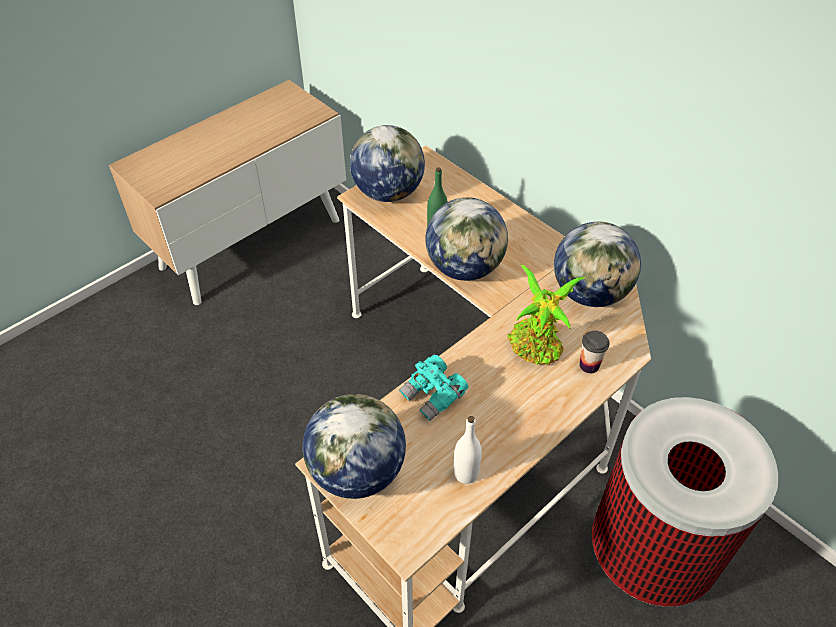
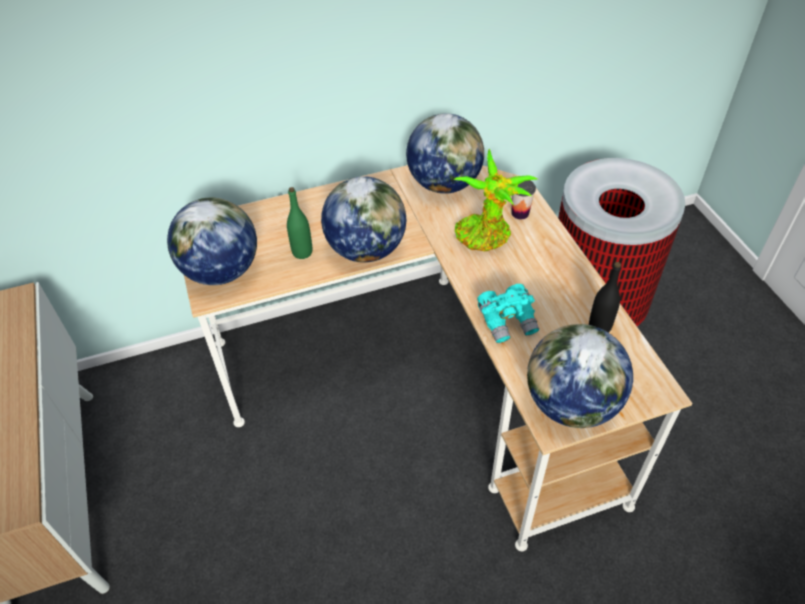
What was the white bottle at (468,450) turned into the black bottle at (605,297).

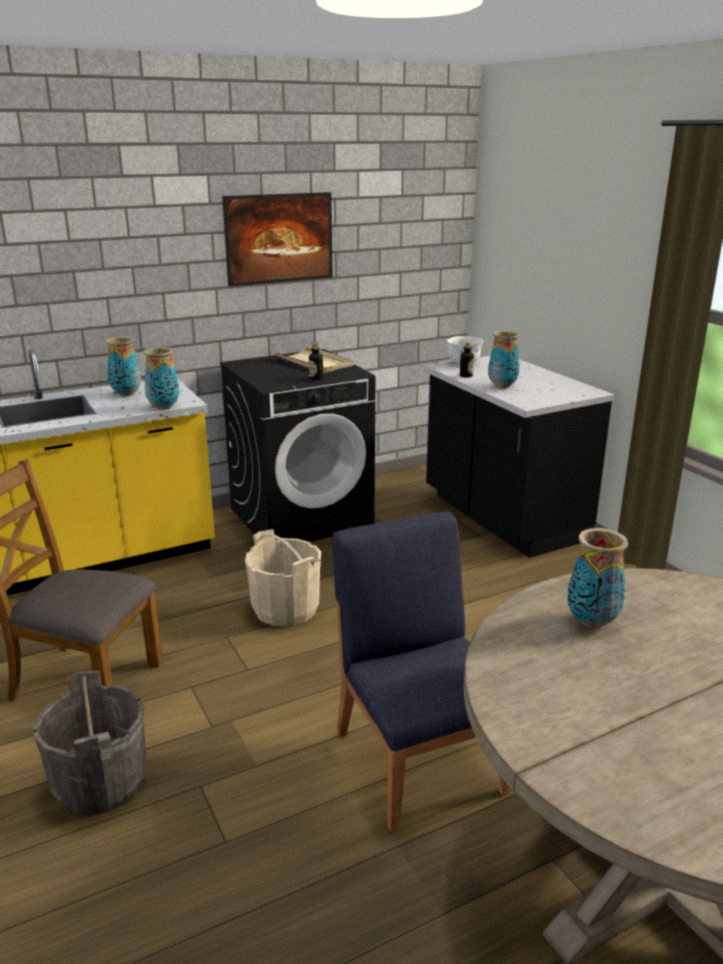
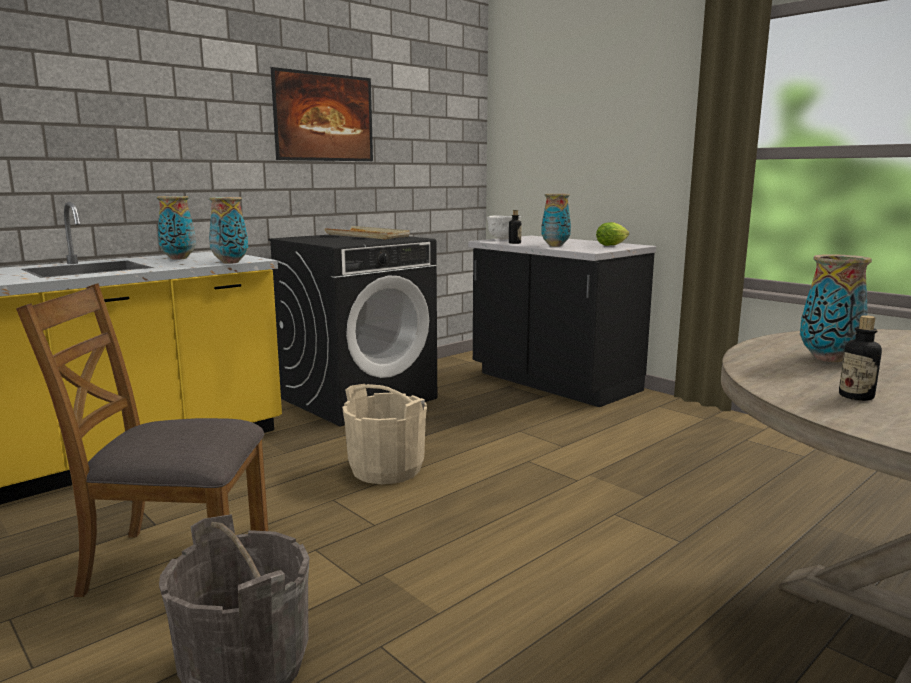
The bottle ended up elsewhere, having gone from (316,361) to (860,358). The second view lost the blue chair at (421,671). The second view gained the lettuce at (612,234).

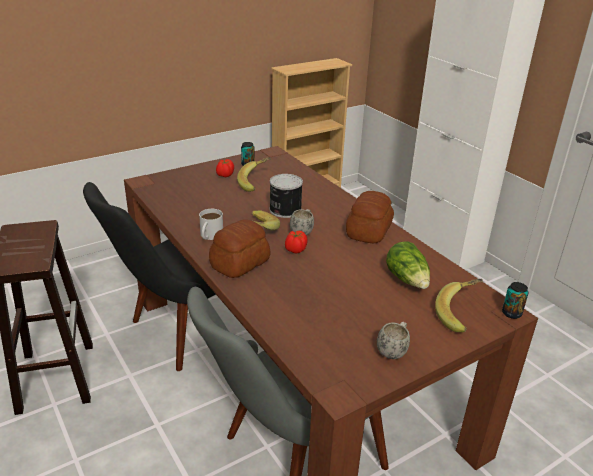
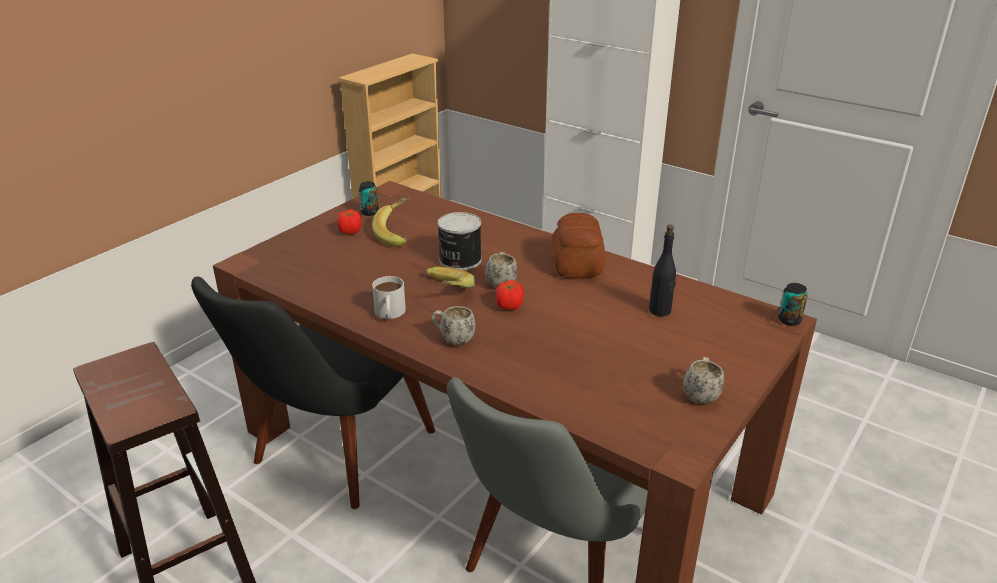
Where the bread stood at (240,248), the white mug came to stand at (453,325). Where the lettuce stood at (408,265), the black bottle came to stand at (662,270). The second view lost the banana at (459,305).

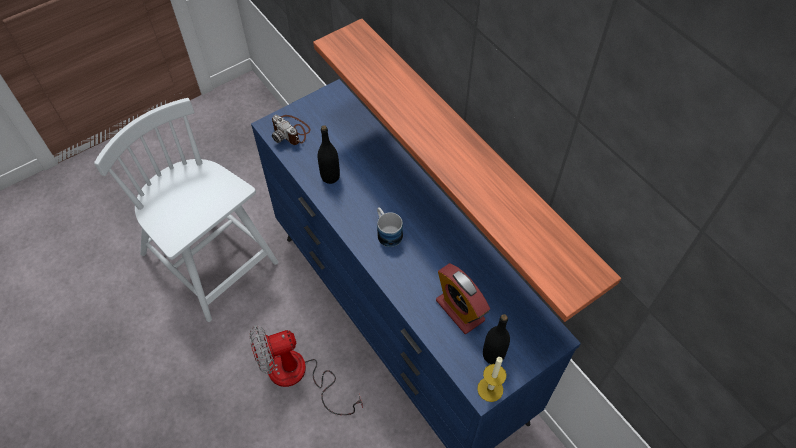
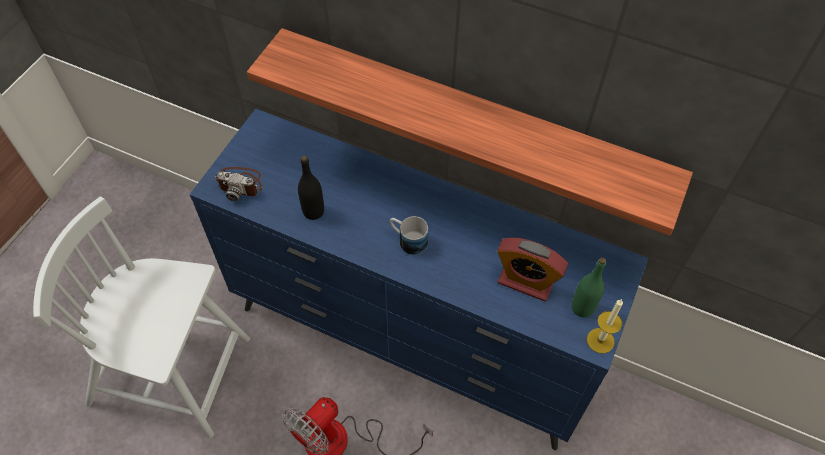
What was the black bottle at (496,339) turned into the green bottle at (589,287).

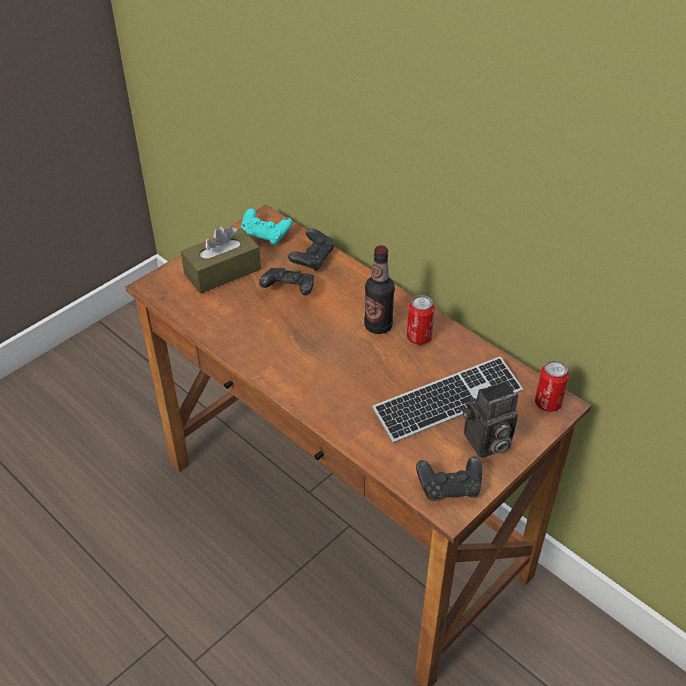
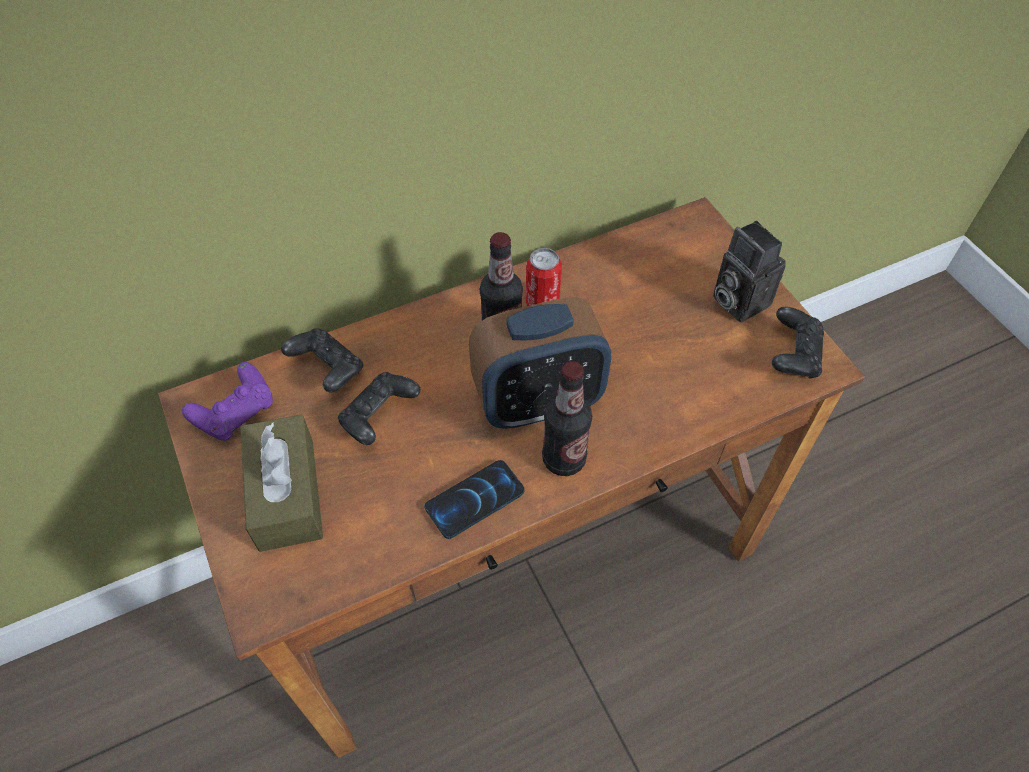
What was the turquoise game controller at (266,227) turned into the purple game controller at (227,401). The second view lost the keyboard at (447,400). The photo camera at (490,419) ended up facing another way, 150 degrees clockwise from before. The second view lost the can at (552,386). The second view gained the phone at (474,499). The second view gained the alarm clock at (540,363). The second view gained the bottle at (567,418).

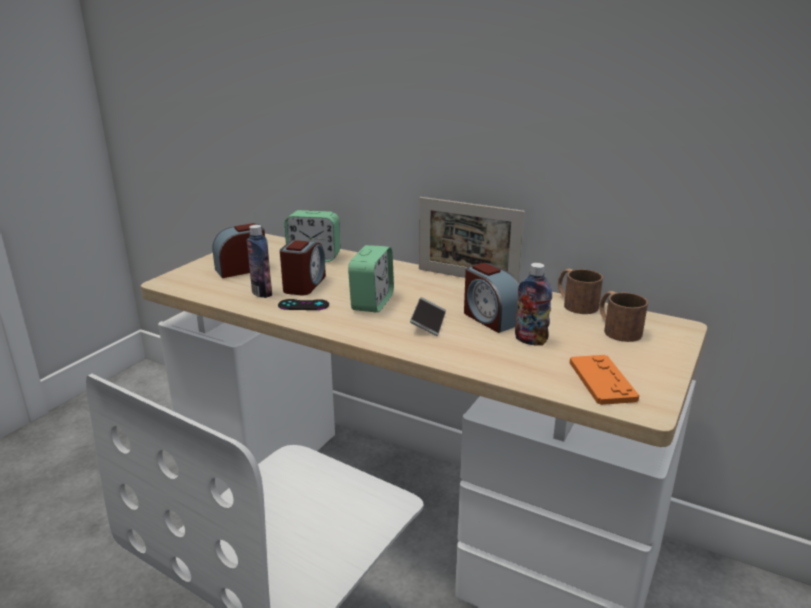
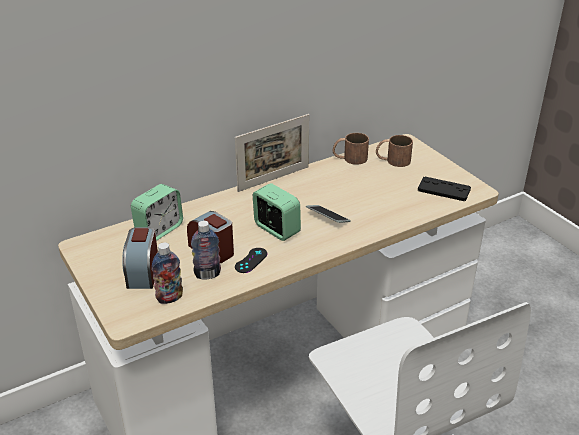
The second view lost the alarm clock at (492,298). The bottle ended up elsewhere, having gone from (533,304) to (167,273). What was the orange game controller at (604,380) turned into the black game controller at (444,189).

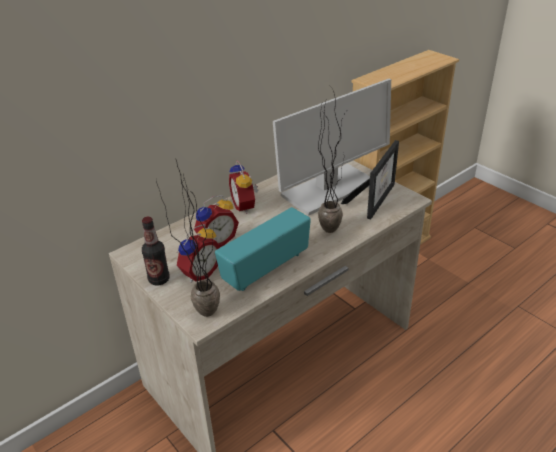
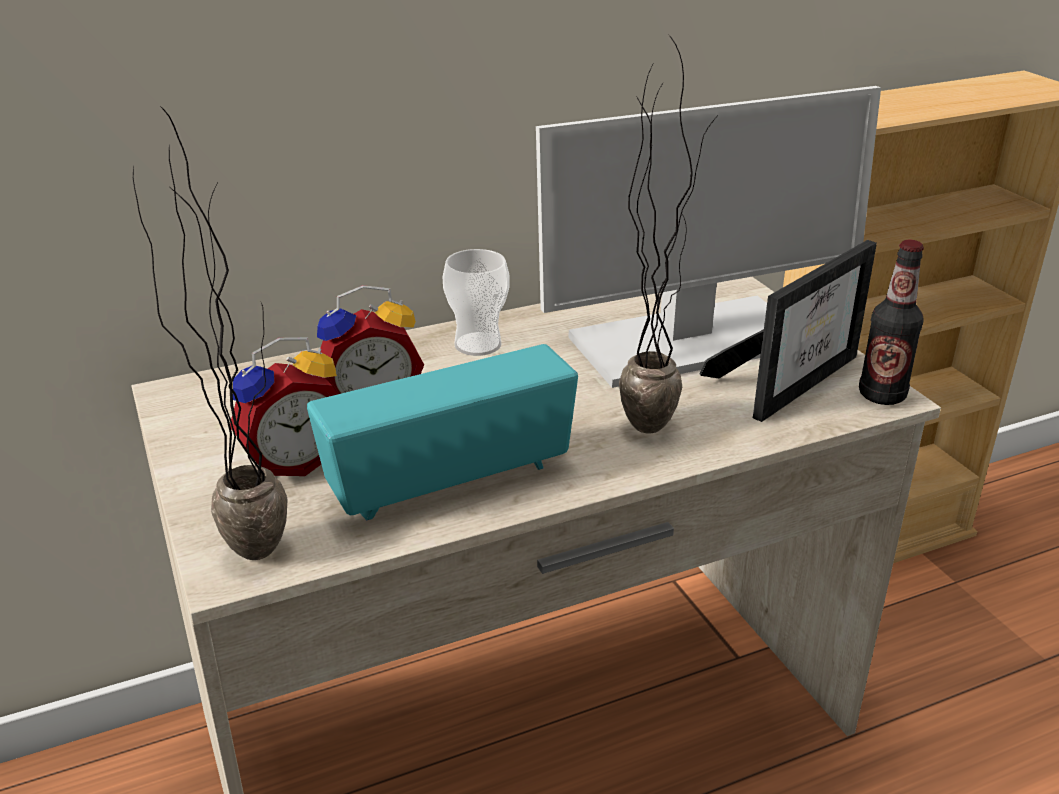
The bottle ended up elsewhere, having gone from (156,251) to (891,322). Where the alarm clock stood at (243,187), the cup came to stand at (476,302).

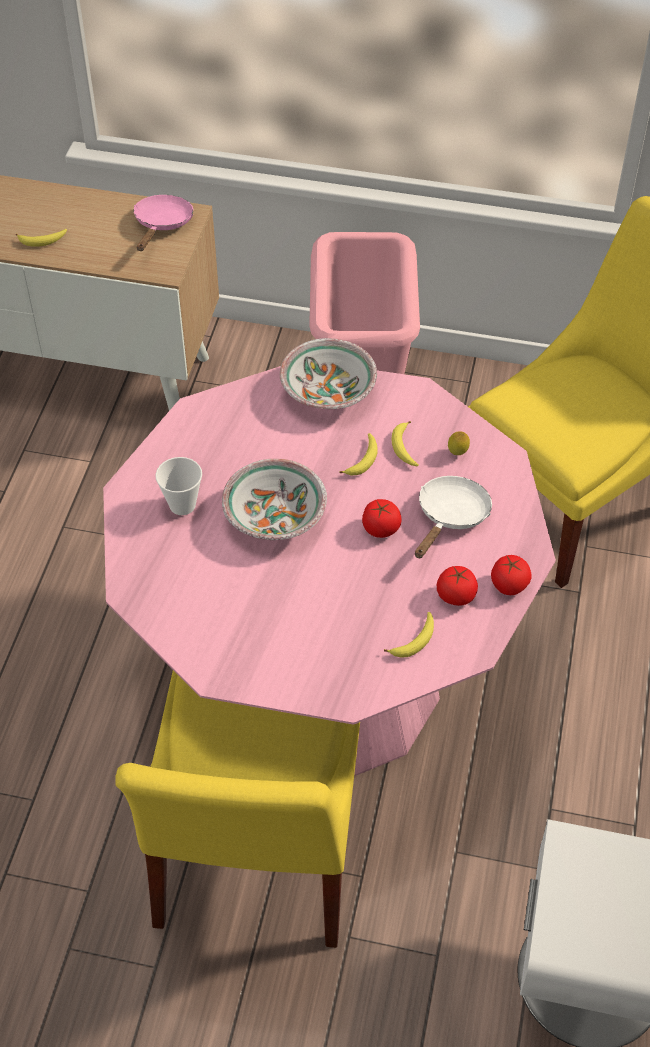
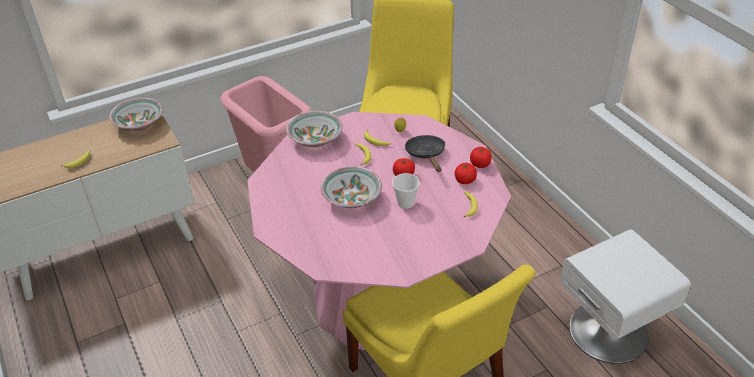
Where the pink frying pan stood at (163,223), the bowl came to stand at (136,114). The cup ended up elsewhere, having gone from (178,486) to (406,191). What was the white frying pan at (453,517) turned into the black frying pan at (425,153).

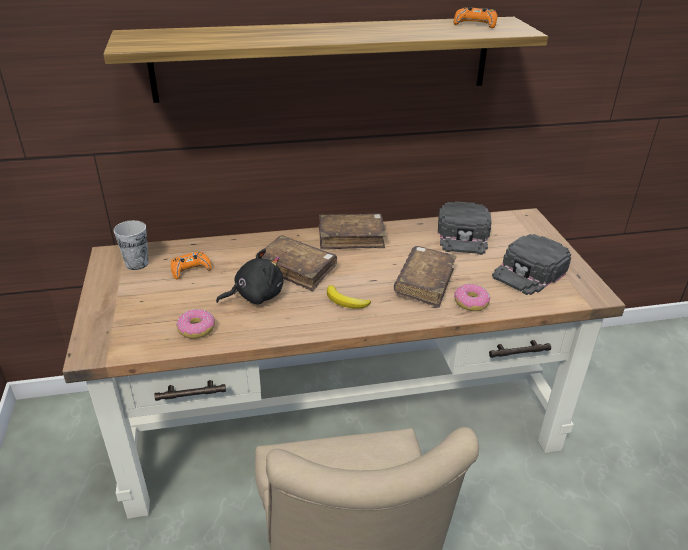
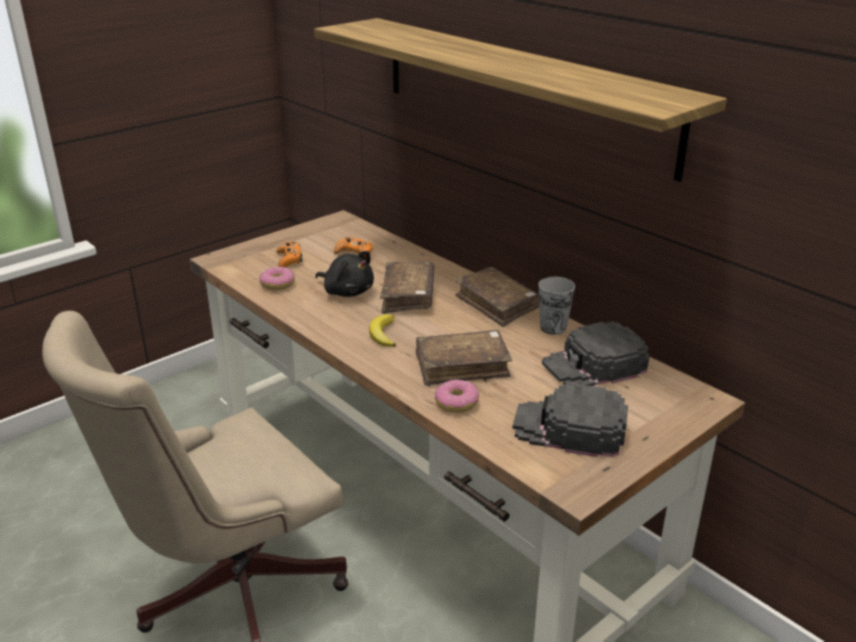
The cup ended up elsewhere, having gone from (131,245) to (557,306). The orange game controller ended up elsewhere, having gone from (475,17) to (289,254).

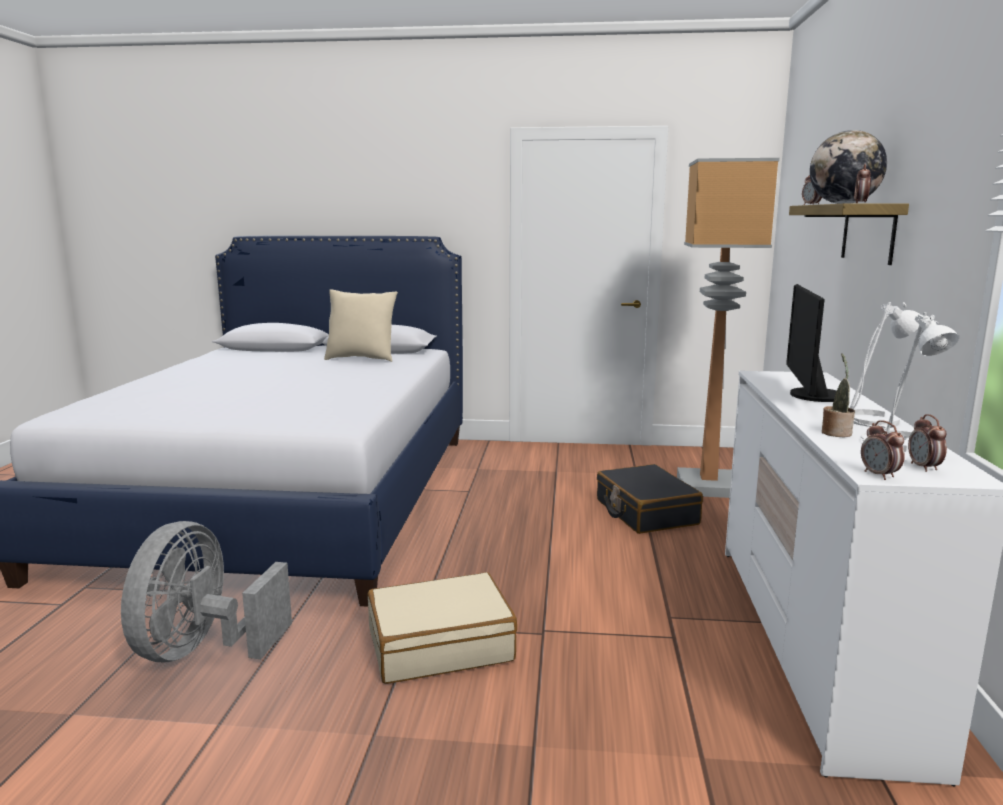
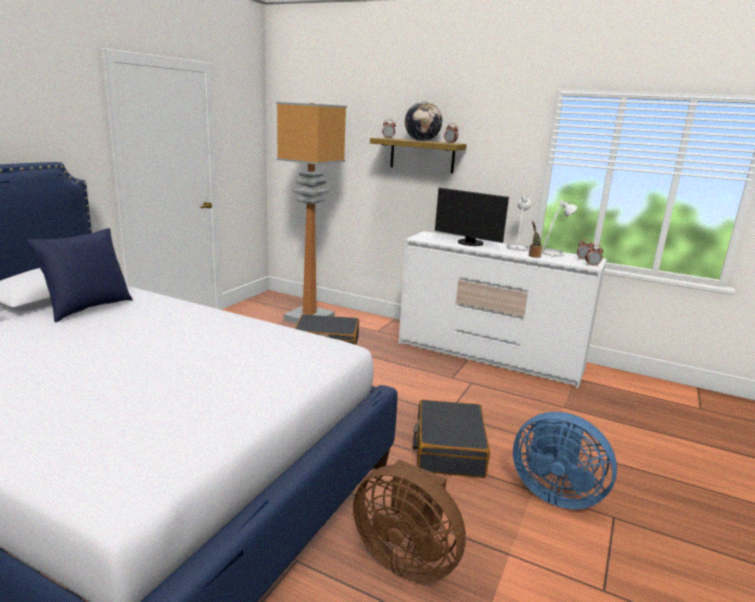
What was the grey fan at (206,591) turned into the brown fan at (409,521). What was the beige pillow at (361,325) turned into the blue pillow at (79,275). What was the beige suitcase at (442,628) turned into the black suitcase at (451,439). The second view gained the blue fan at (565,460).

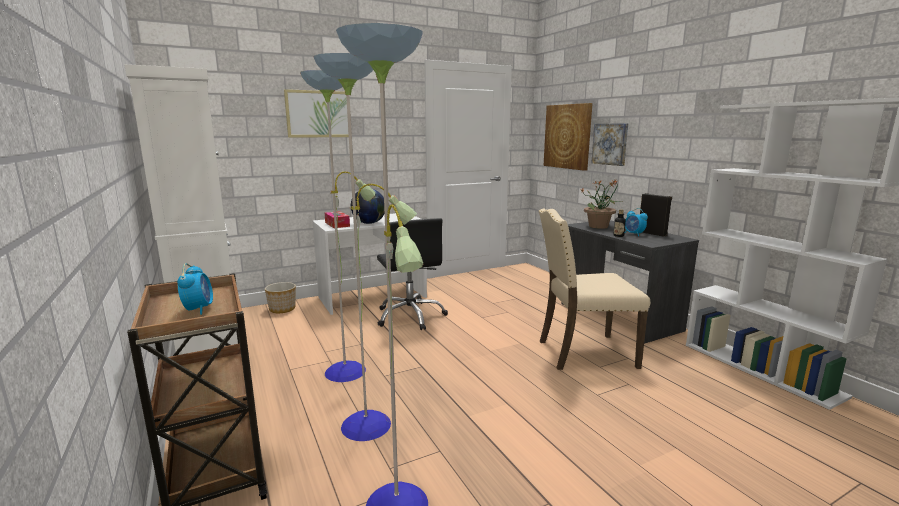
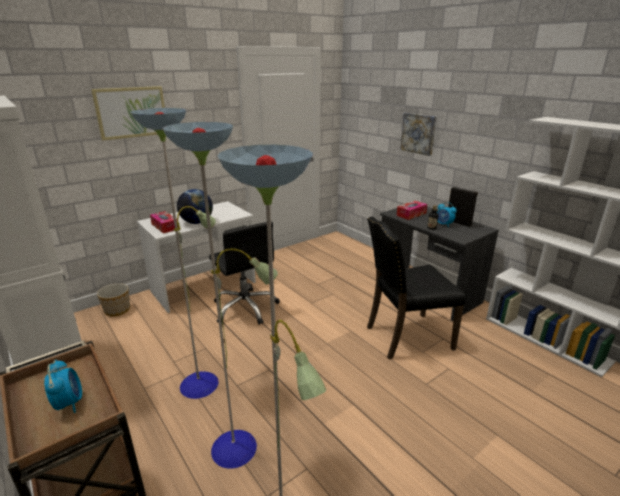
What was the beige chair at (594,289) turned into the black chair at (416,287). The second view lost the picture at (568,137). Where the potted plant stood at (602,204), the tissue box came to stand at (412,210).

